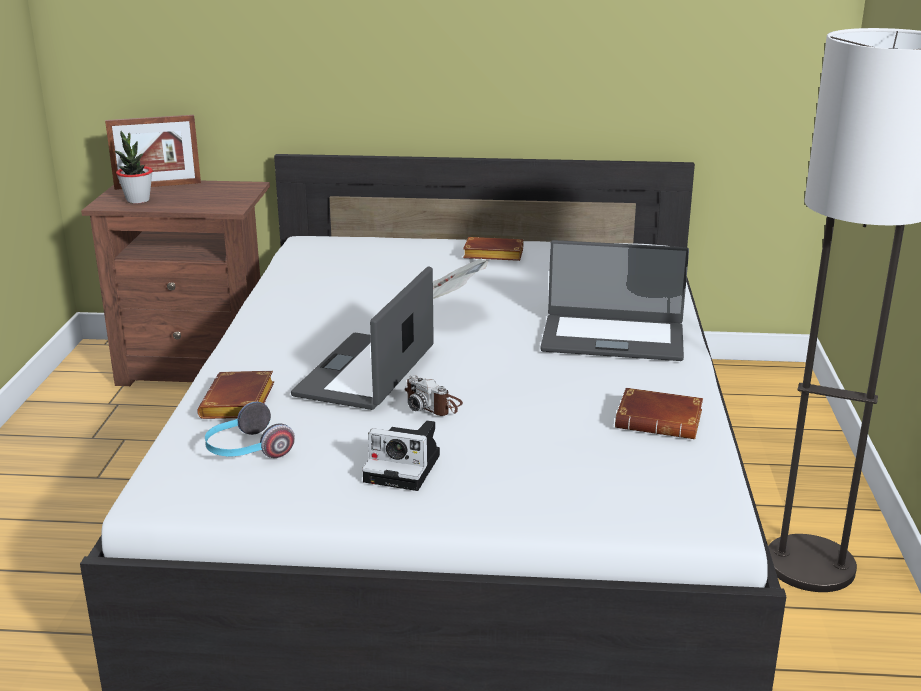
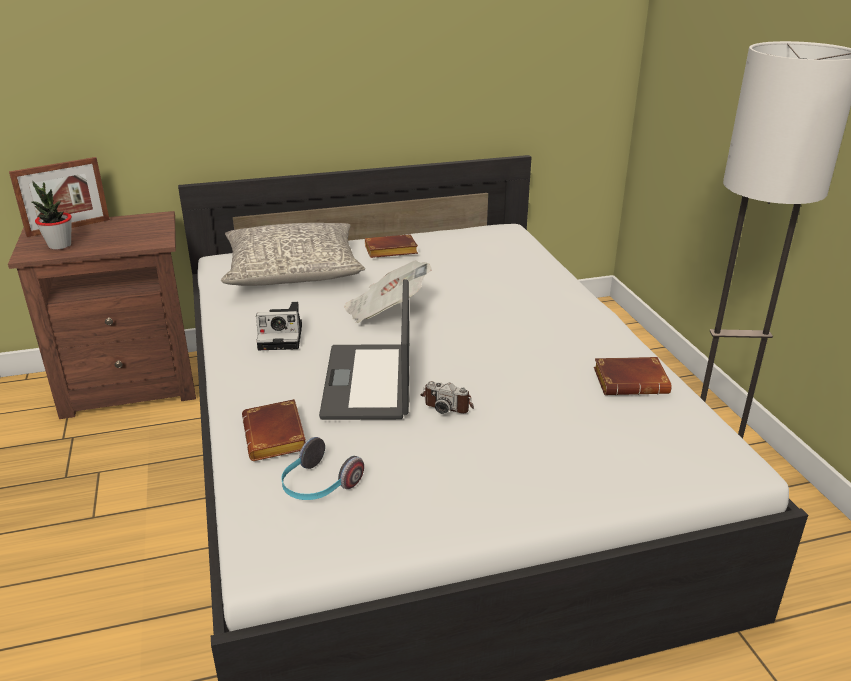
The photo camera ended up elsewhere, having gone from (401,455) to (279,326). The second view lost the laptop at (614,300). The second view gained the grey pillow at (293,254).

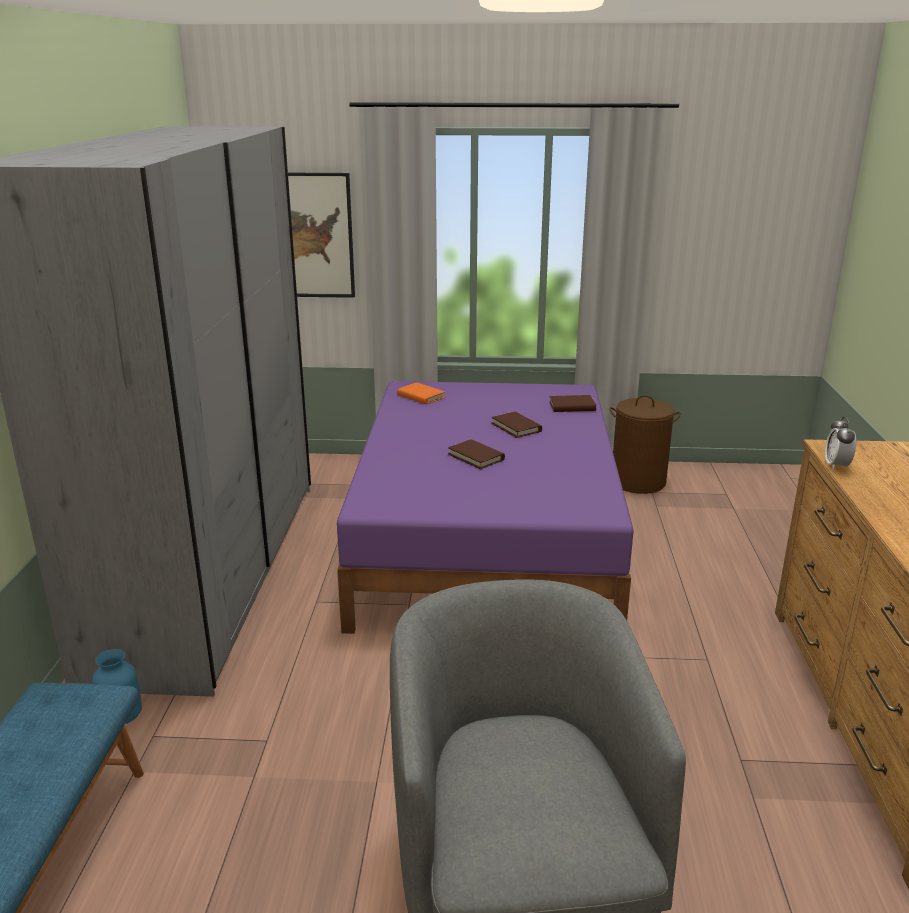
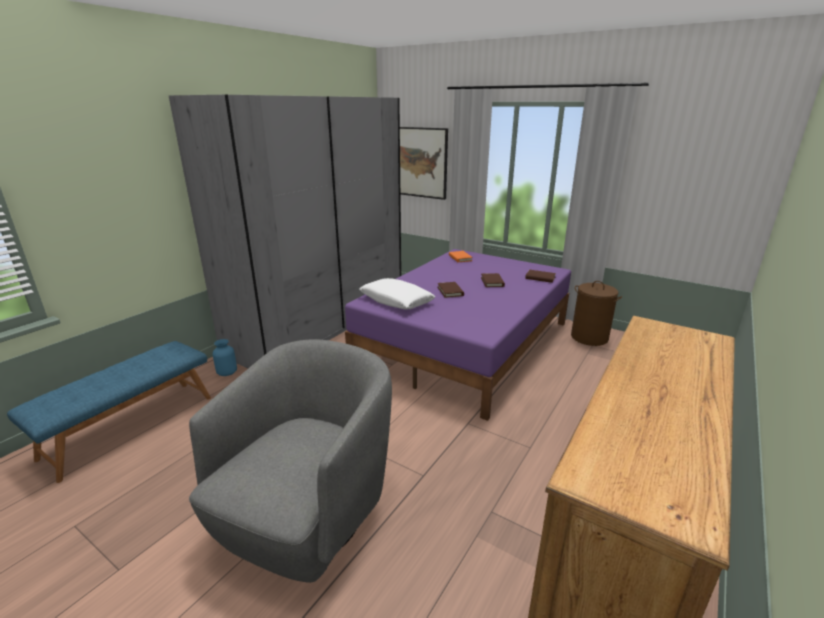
The second view lost the alarm clock at (840,443). The second view gained the white pillow at (397,294).

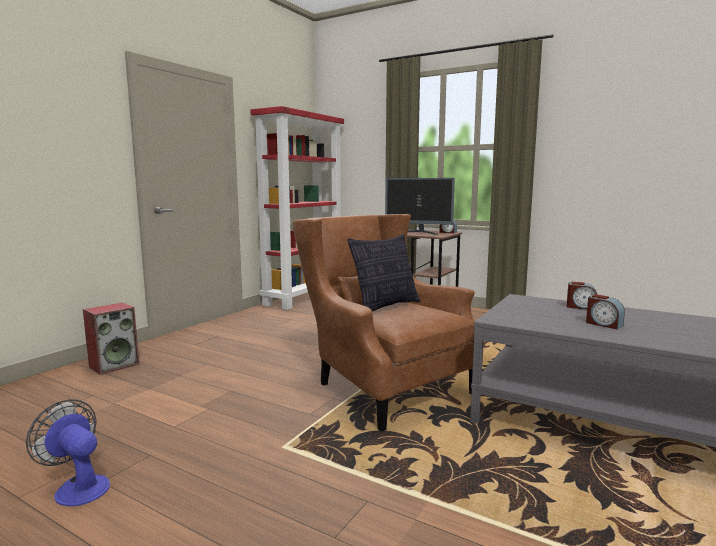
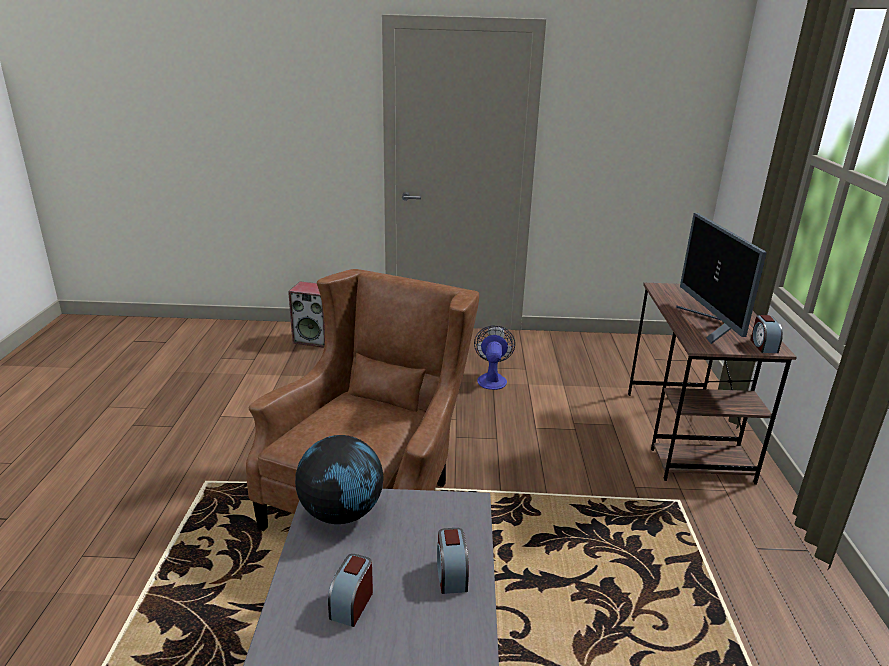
The fan ended up elsewhere, having gone from (68,452) to (494,357). The second view lost the red bookcase at (297,208). The second view lost the pillow at (383,273). The second view gained the globe at (339,479).

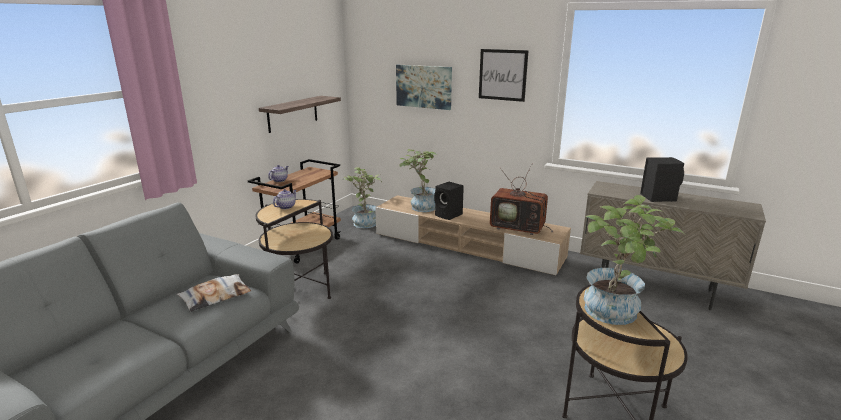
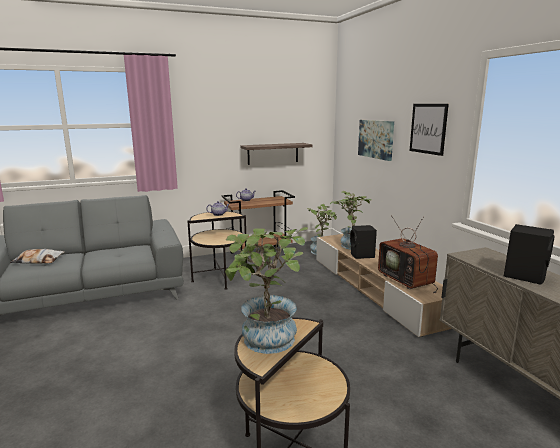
The pillow ended up elsewhere, having gone from (214,293) to (37,256).

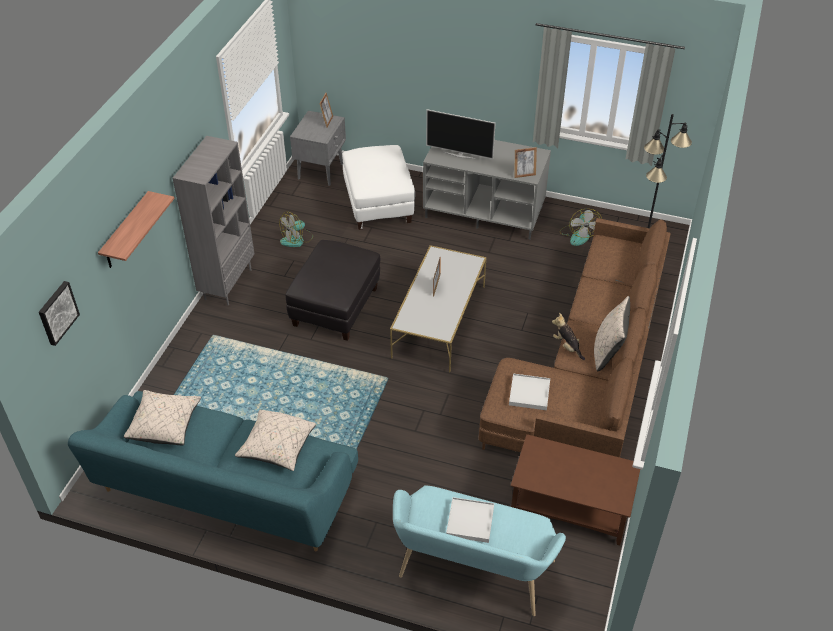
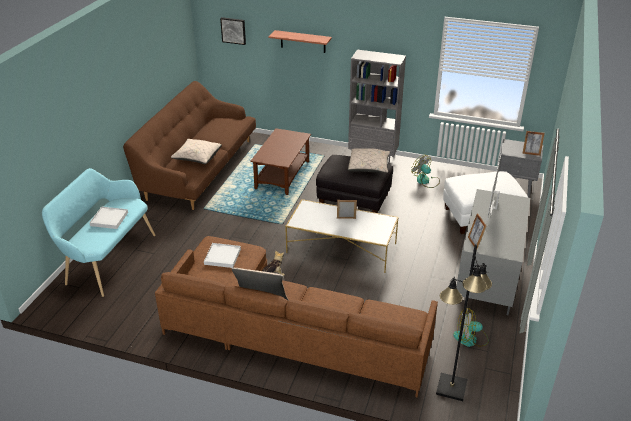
What was the turquoise sofa at (213,471) turned into the brown sofa at (189,145). The beige pillow ended up elsewhere, having gone from (162,417) to (369,160). The brown coffee table ended up elsewhere, having gone from (575,489) to (280,161).

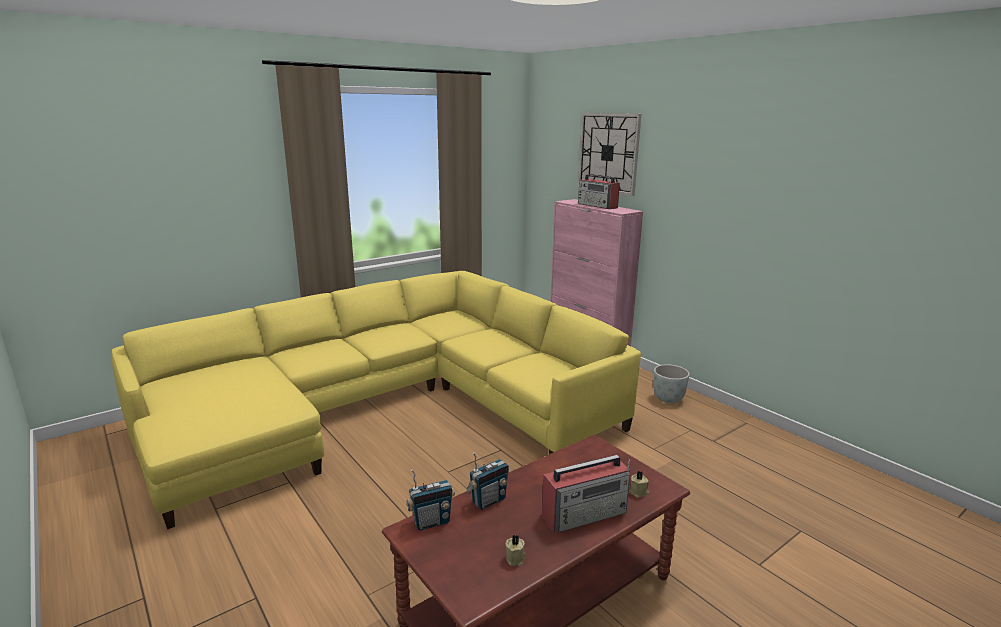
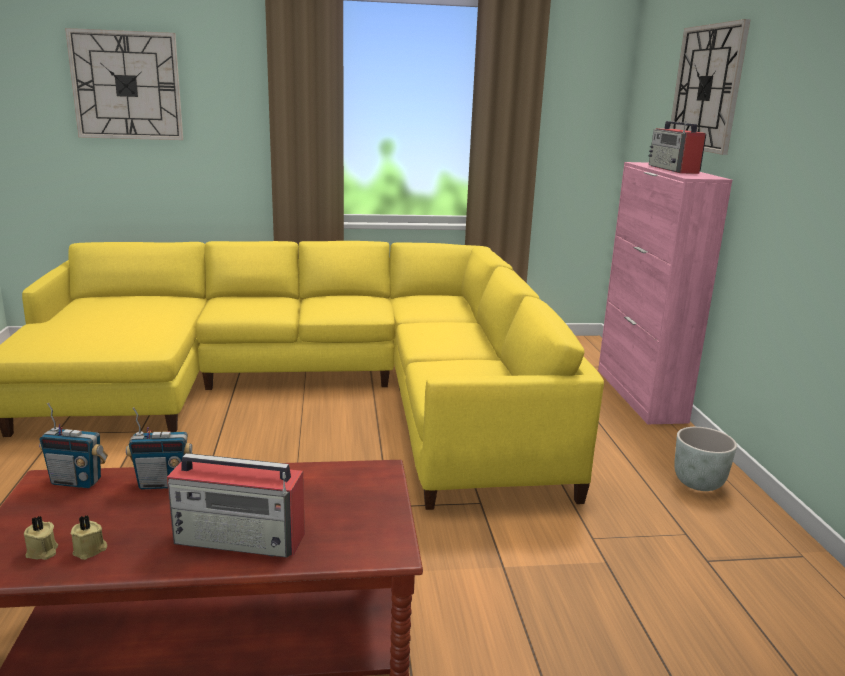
The beige candle ended up elsewhere, having gone from (639,484) to (41,538). The second view gained the wall clock at (124,84).

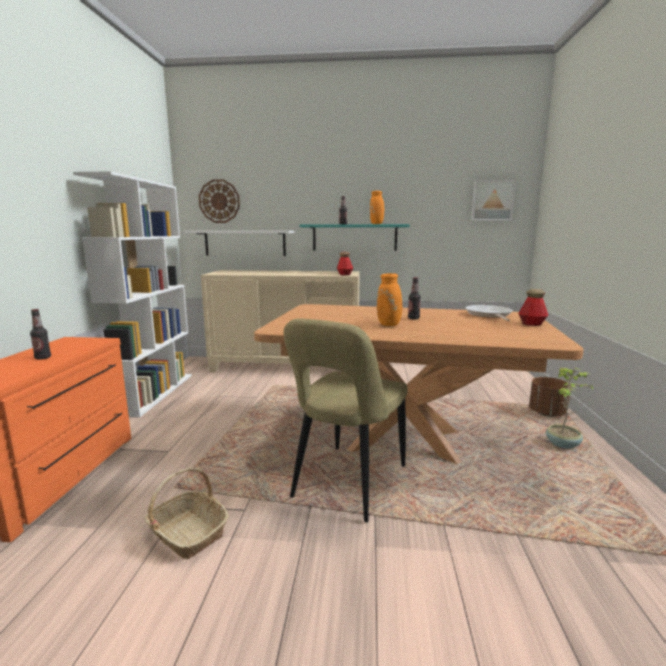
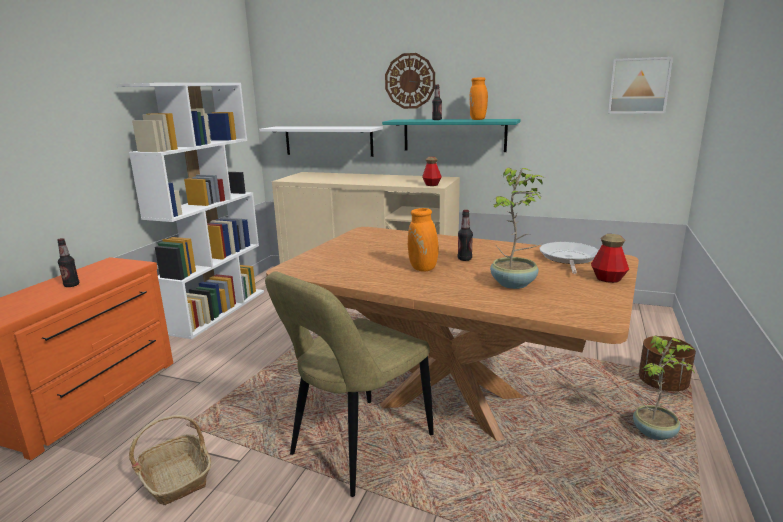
The wall clock ended up elsewhere, having gone from (219,201) to (410,81). The second view gained the potted plant at (517,228).

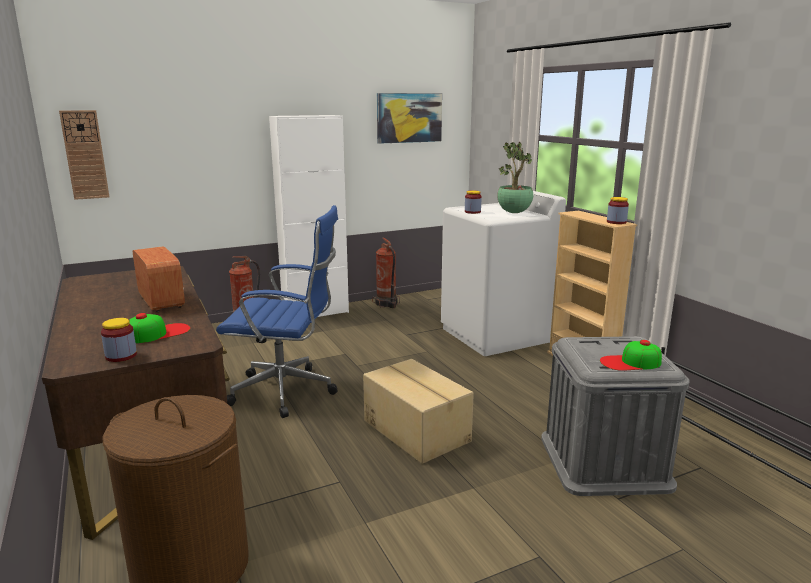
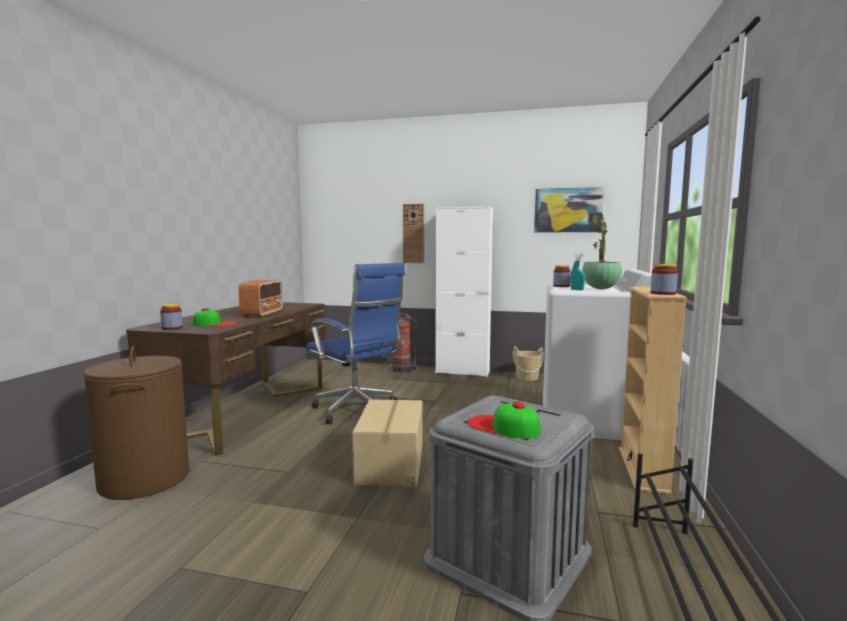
The wall clock ended up elsewhere, having gone from (84,155) to (413,233). Where the fire extinguisher stood at (386,273), the beige bucket came to stand at (528,363). The second view gained the turquoise spray bottle at (577,271).

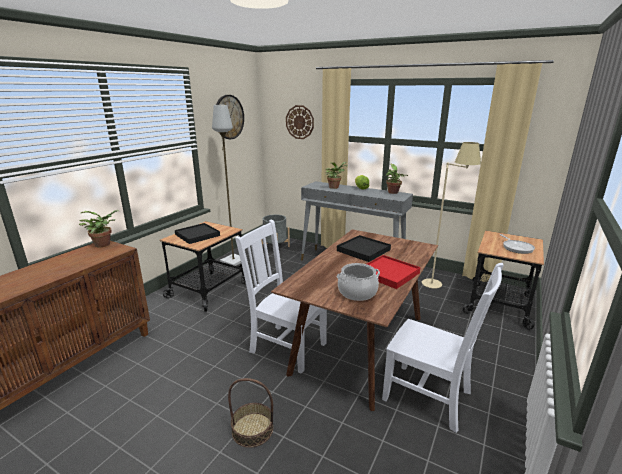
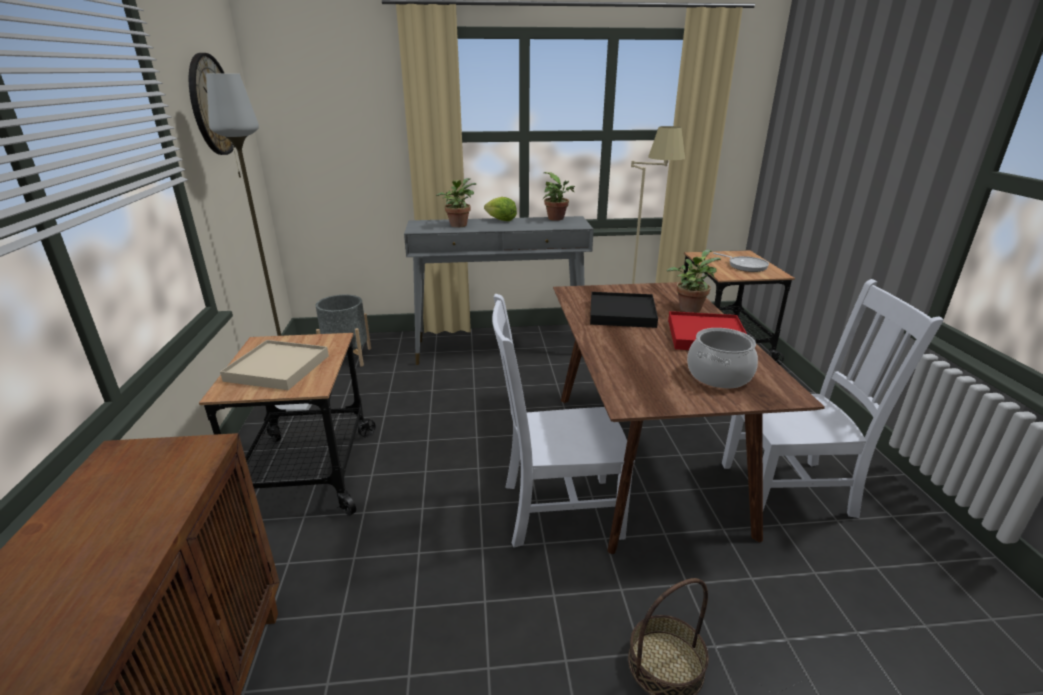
The potted plant ended up elsewhere, having gone from (99,228) to (694,281). What was the black tray at (197,233) turned into the beige tray at (274,365). The second view lost the wall clock at (300,122).

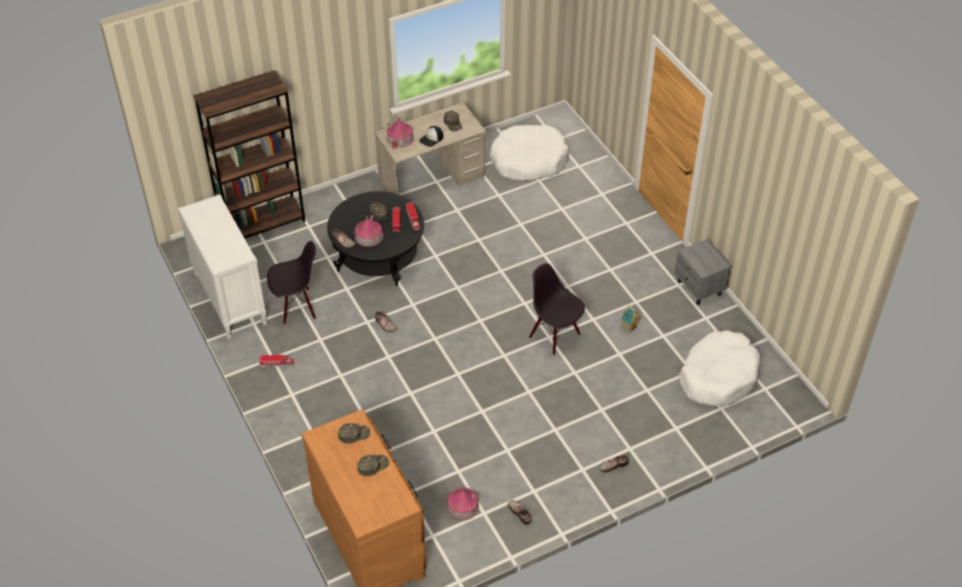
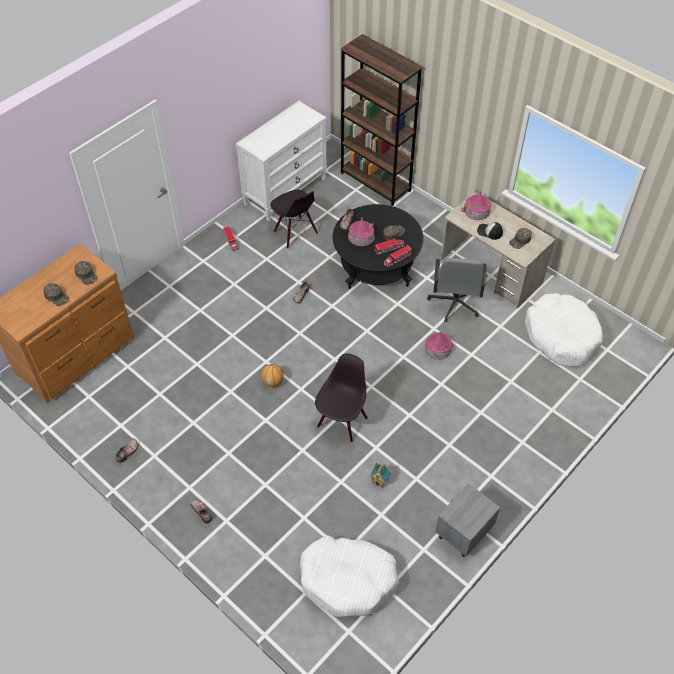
The toy house ended up elsewhere, having gone from (463,503) to (439,345). The second view gained the basketball at (272,375). The second view gained the grey office chair at (457,290).

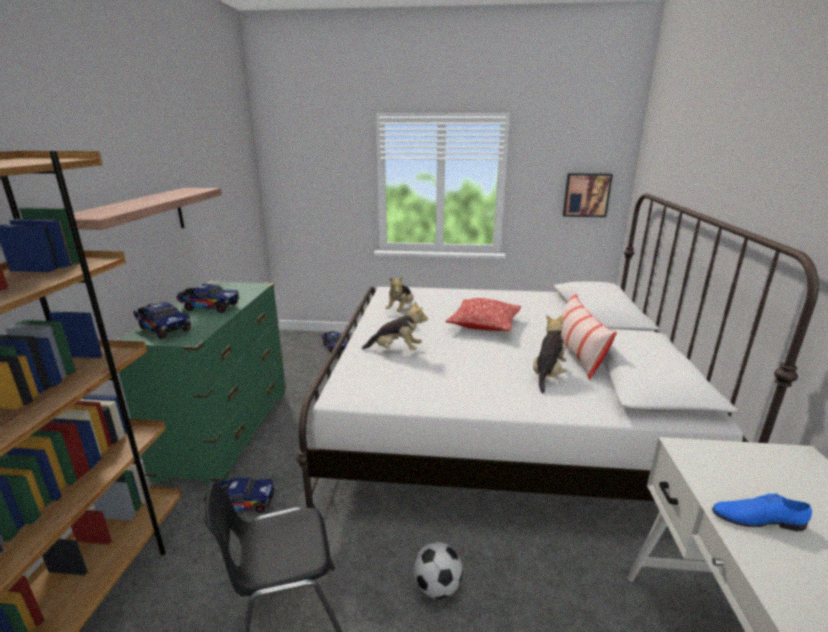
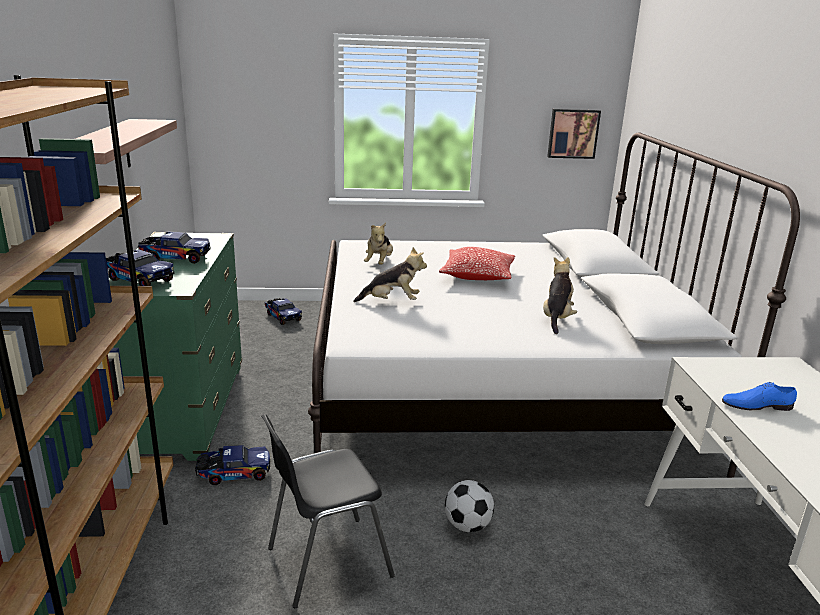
The second view lost the pillow at (589,336).

